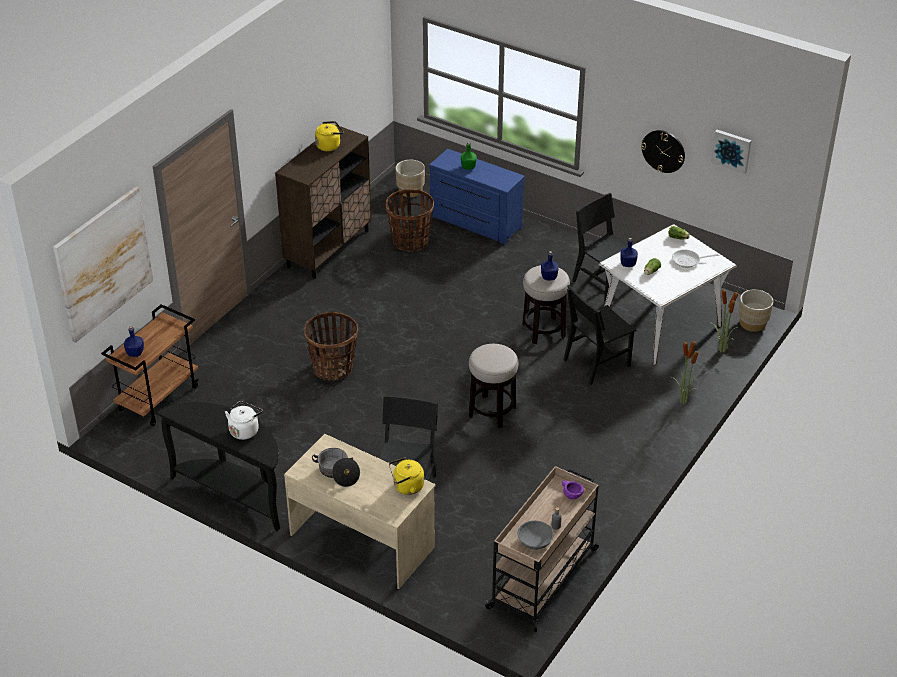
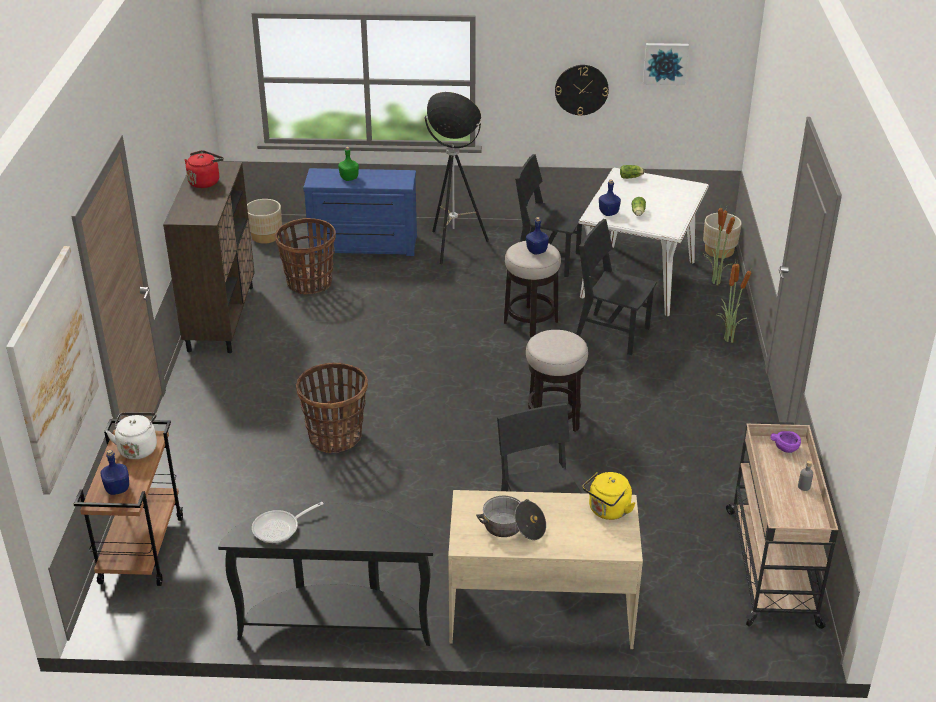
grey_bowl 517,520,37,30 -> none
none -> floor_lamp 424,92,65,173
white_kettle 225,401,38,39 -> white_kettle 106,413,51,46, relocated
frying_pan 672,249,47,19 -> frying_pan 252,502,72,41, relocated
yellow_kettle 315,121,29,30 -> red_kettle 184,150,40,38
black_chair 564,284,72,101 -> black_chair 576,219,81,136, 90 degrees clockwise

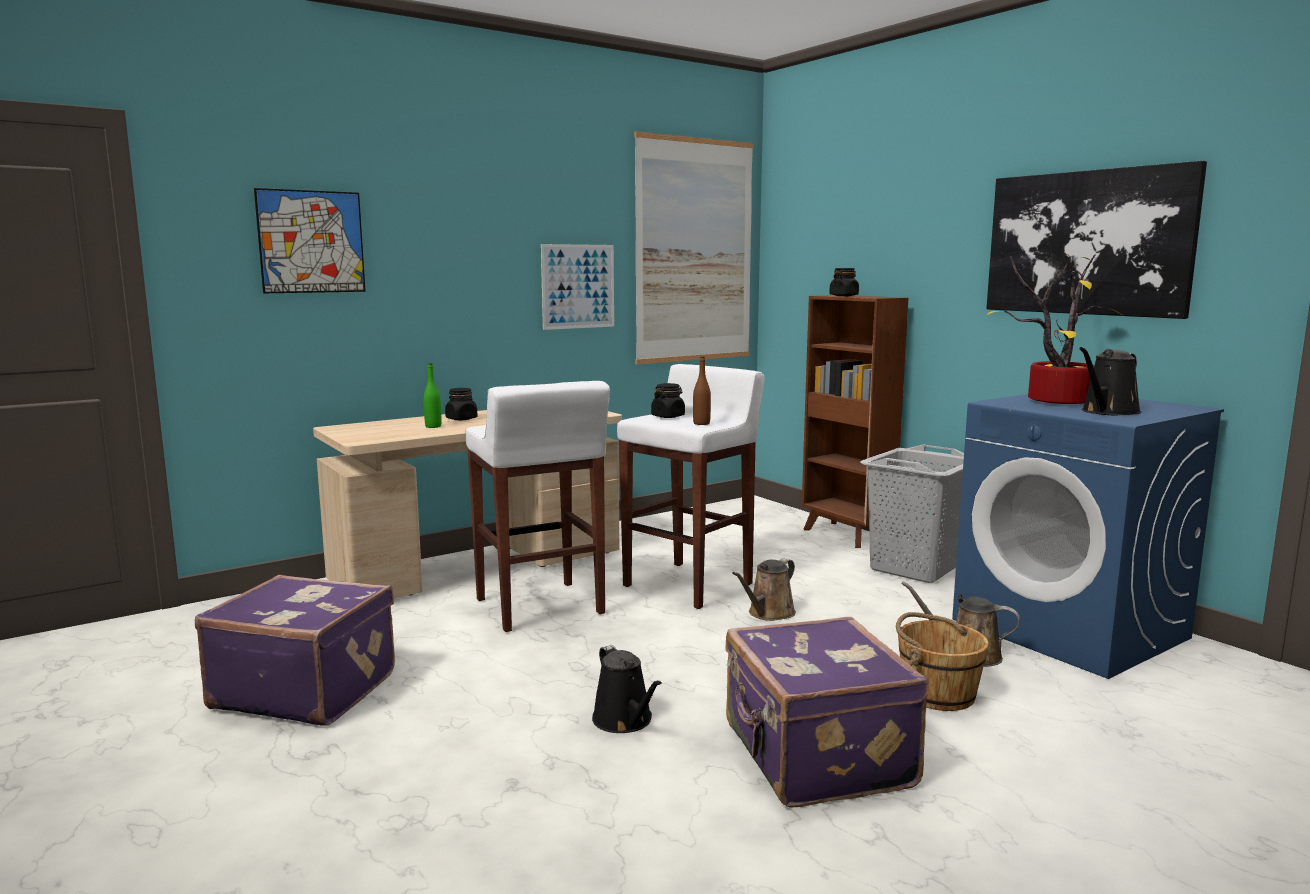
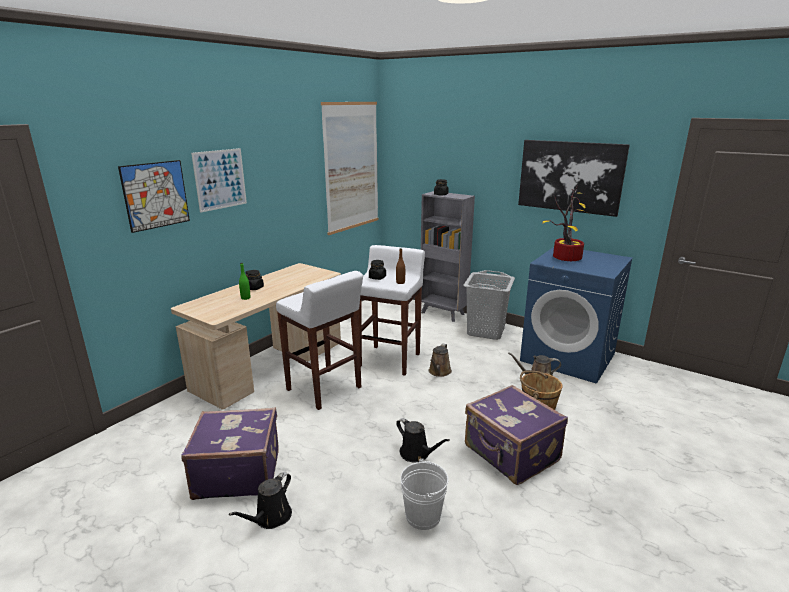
none -> white_bucket 401,459,47,71
picture 541,244,73,86 -> picture 191,148,56,65, relocated
black_watering_can 1079,347,62,68 -> black_watering_can 229,472,63,57, relocated
brown_bookcase 802,295,106,253 -> grey_bookcase 421,191,54,131

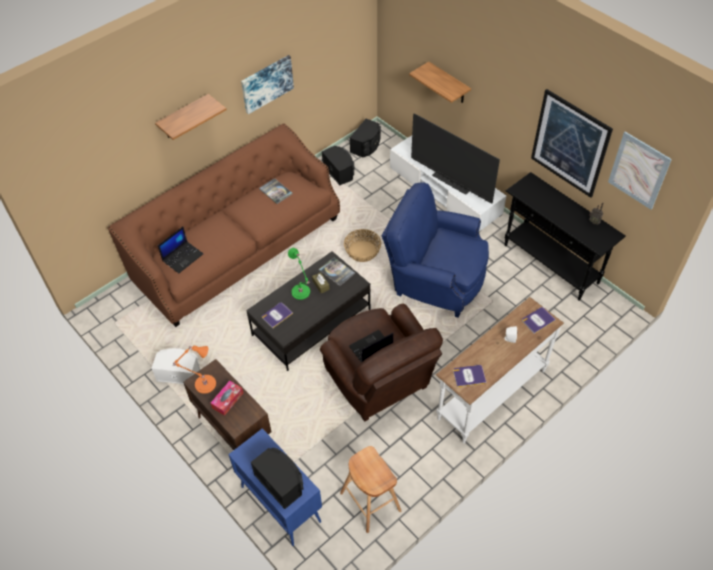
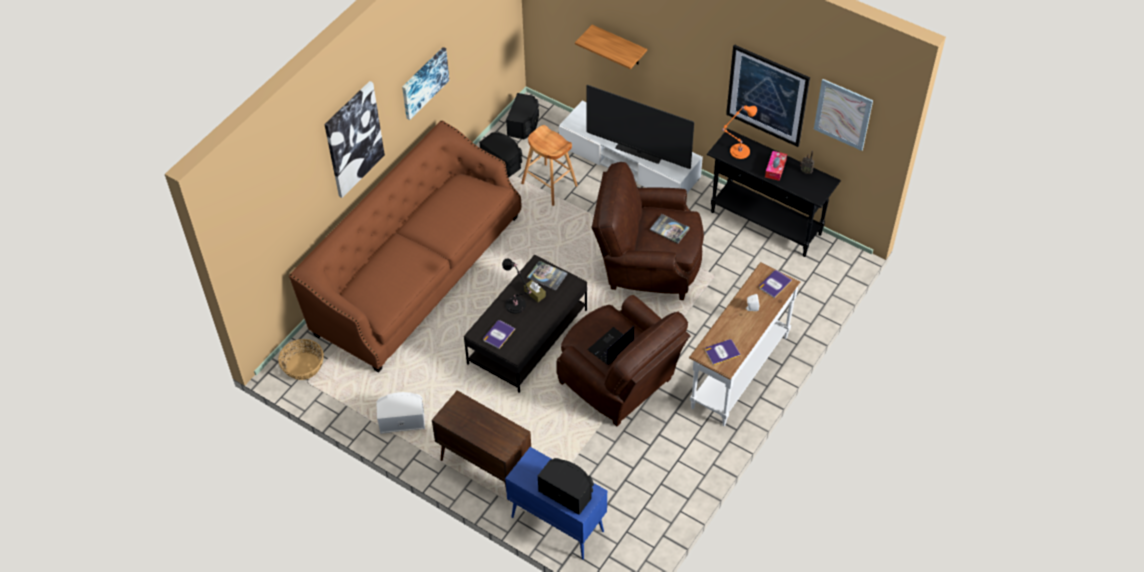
laptop 158,227,45,46 -> none
orange_table_lamp 172,346,44,48 -> orange_table_lamp 722,106,35,53, relocated
tissue_box 211,381,32,35 -> tissue_box 765,151,22,30, relocated
book 259,178,34,26 -> book 650,214,40,30, relocated
brown_stool 340,446,61,87 -> brown_stool 521,125,57,81, relocated
basket 344,229,37,33 -> basket 278,339,46,41, relocated
shelf 155,94,72,46 -> picture 324,81,61,117
green_table_lamp 288,248,22,52 -> black_table_lamp 502,258,30,56
blue_armchair 381,182,108,136 -> brown_armchair 591,162,113,138

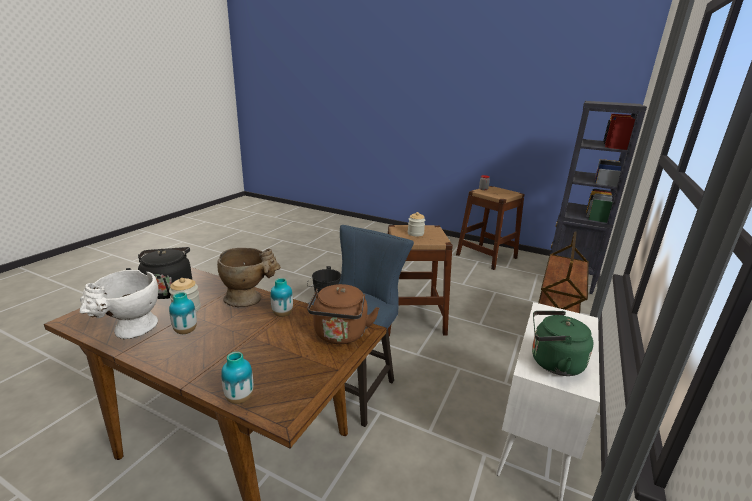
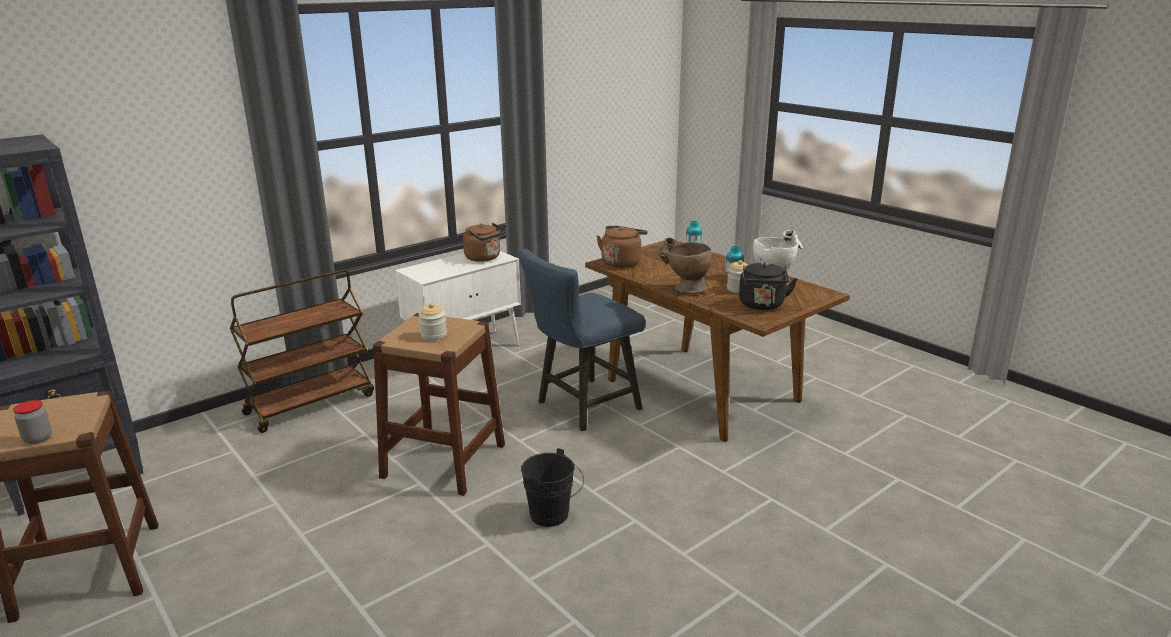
vase 271,278,22,39 -> none
green_kettle 532,311,61,65 -> brown_kettle 463,223,43,39

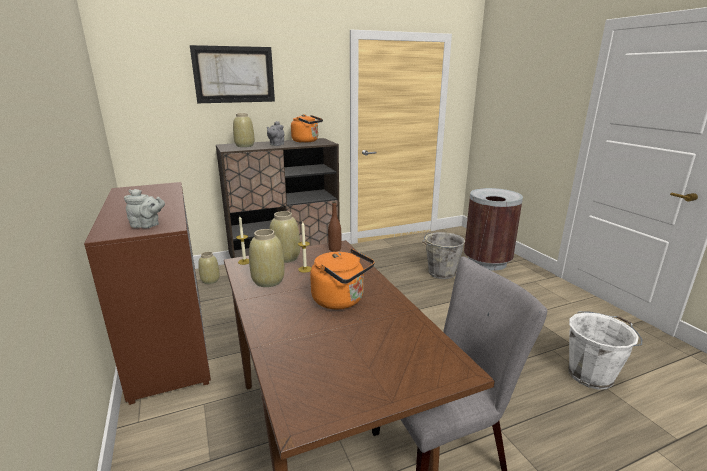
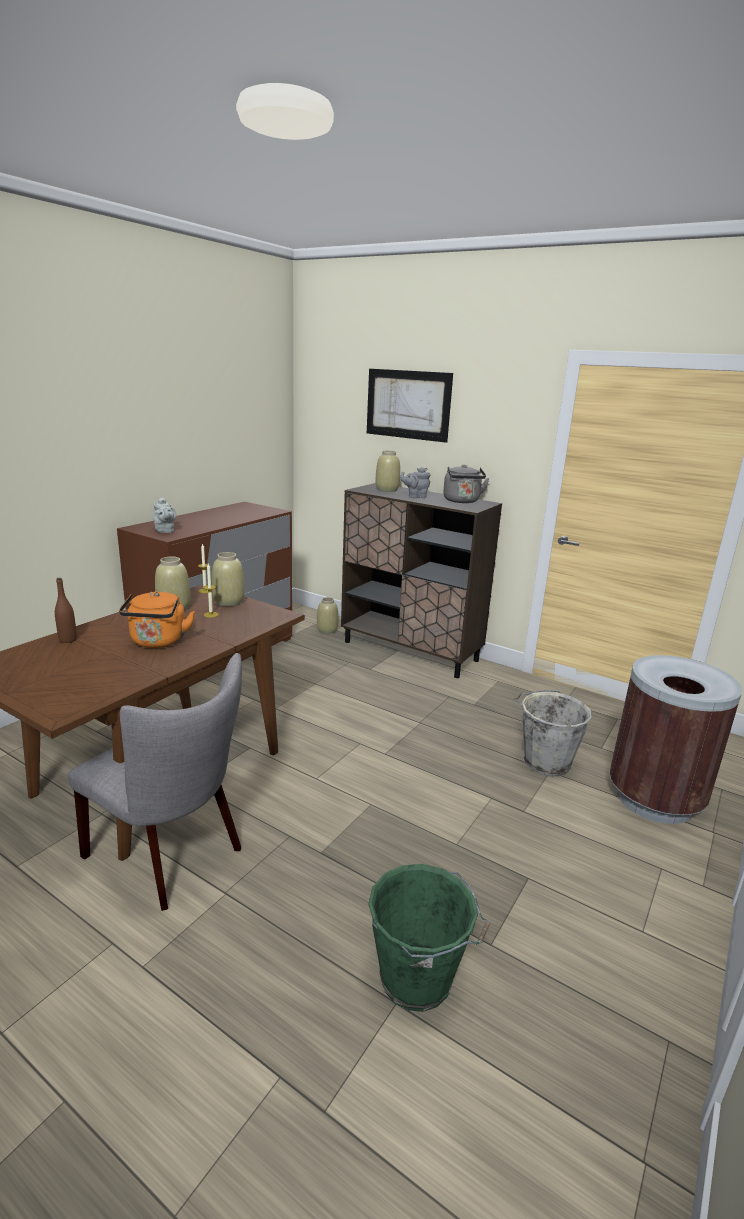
brown_bottle 328,201,13,51 -> brown_bottle 55,578,22,65, relocated
orange_kettle 291,114,32,29 -> grey_kettle 443,464,47,39
white_bucket 569,311,73,79 -> green_bucket 368,864,122,148

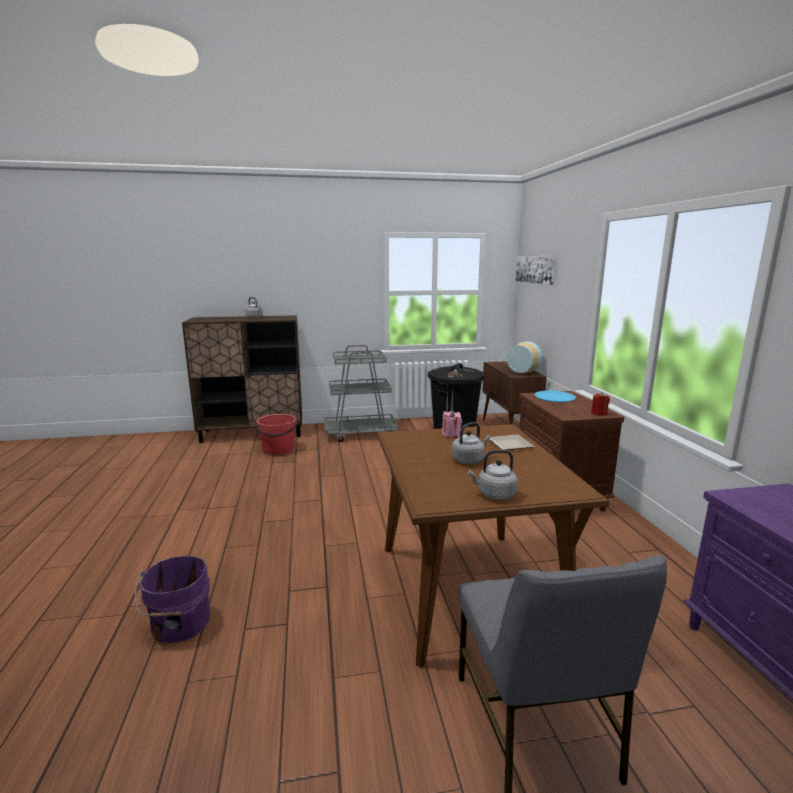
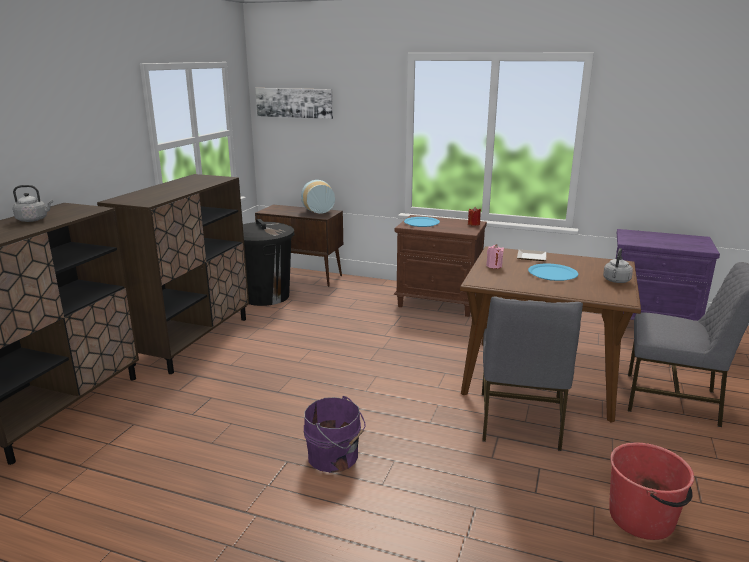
none -> grey_chair 482,296,101,155
purple_bucket 135,556,75,87 -> purple_bucket 304,396,62,77, relocated
red_bucket 255,414,42,41 -> red_bucket 609,443,85,97, relocated
grey_cart 324,345,74,97 -> brown_cabinet 97,174,152,200
grey_kettle 451,422,39,42 -> blue_plate 528,264,50,17

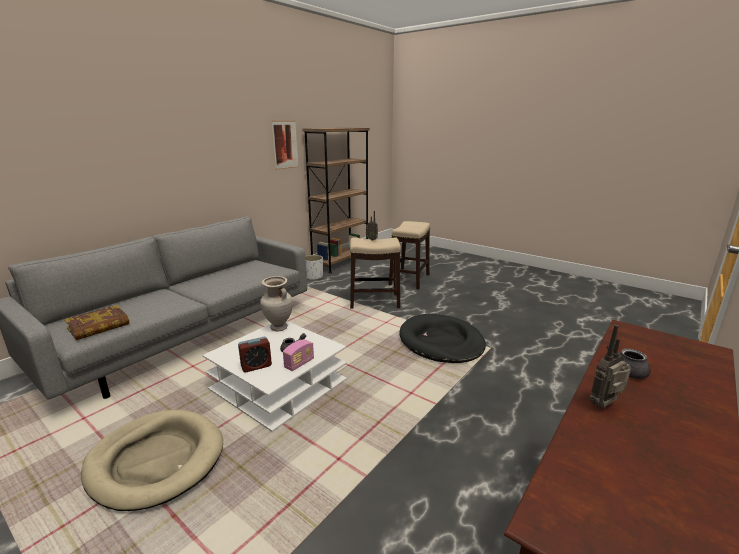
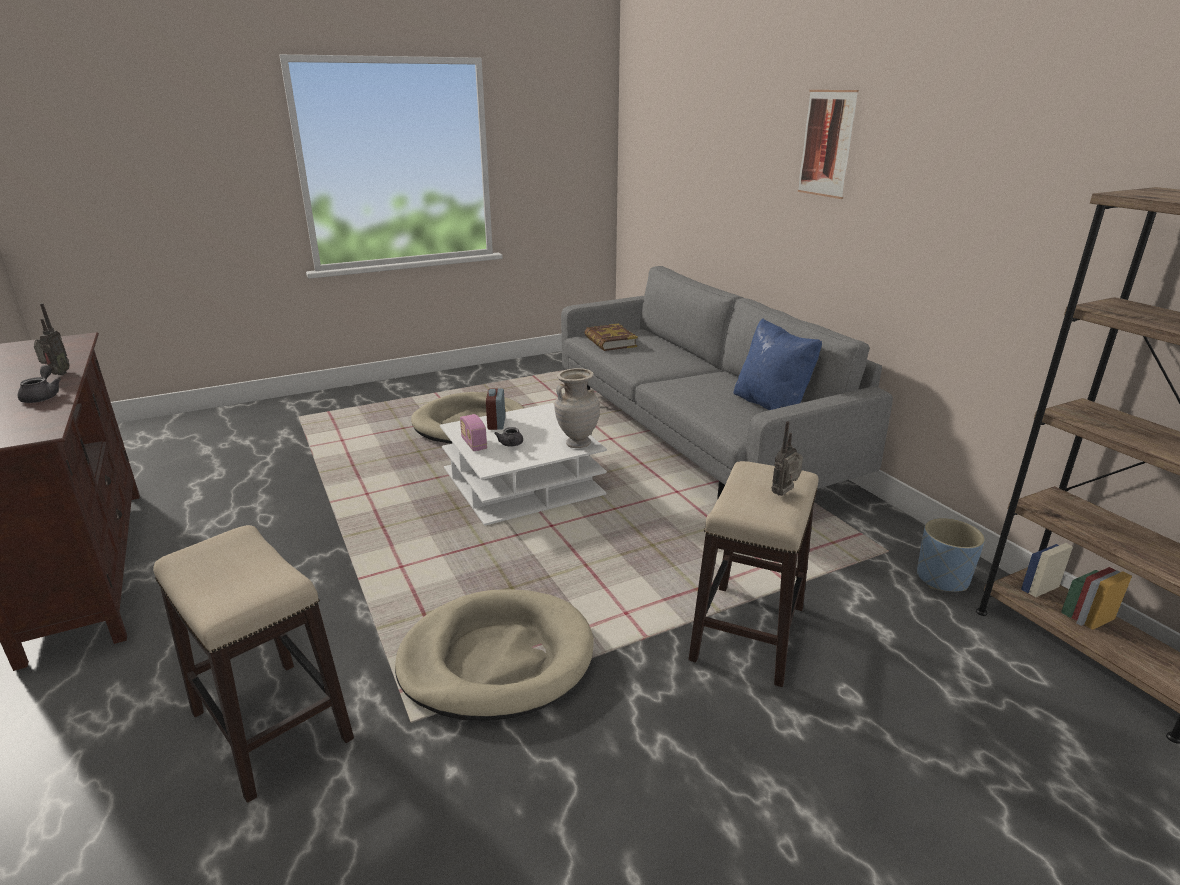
none -> blue_pillow 733,318,89,92
picture 272,121,26,49 -> picture 798,90,61,109, relocated
stool 389,221,41,69 -> stool 153,525,201,278, relocated
white_planter 305,255,18,25 -> blue_planter 917,518,68,74
black_dog_bed 400,314,86,49 -> beige_dog_bed 395,589,199,132

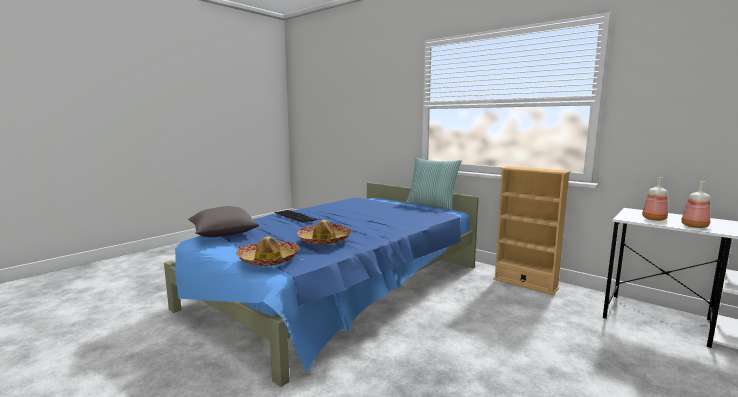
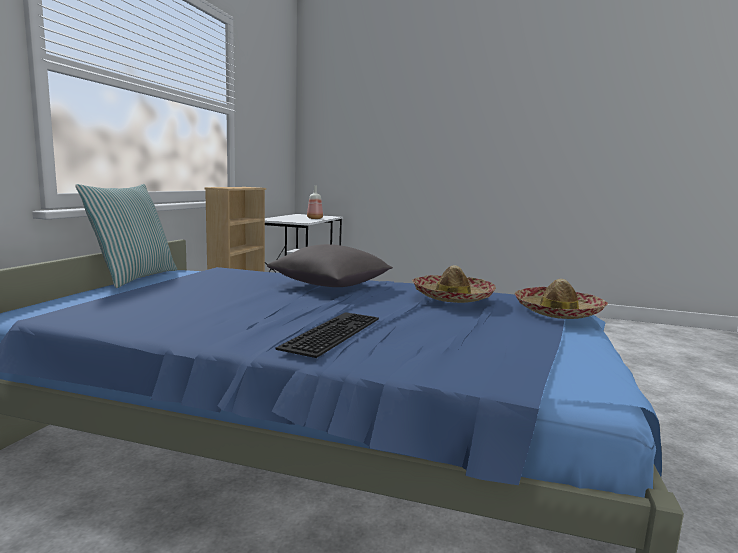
bottle 642,177,26,44 -> none
grey_pillow 188,206,71,31 -> grey_pillow 267,244,126,43, relocated

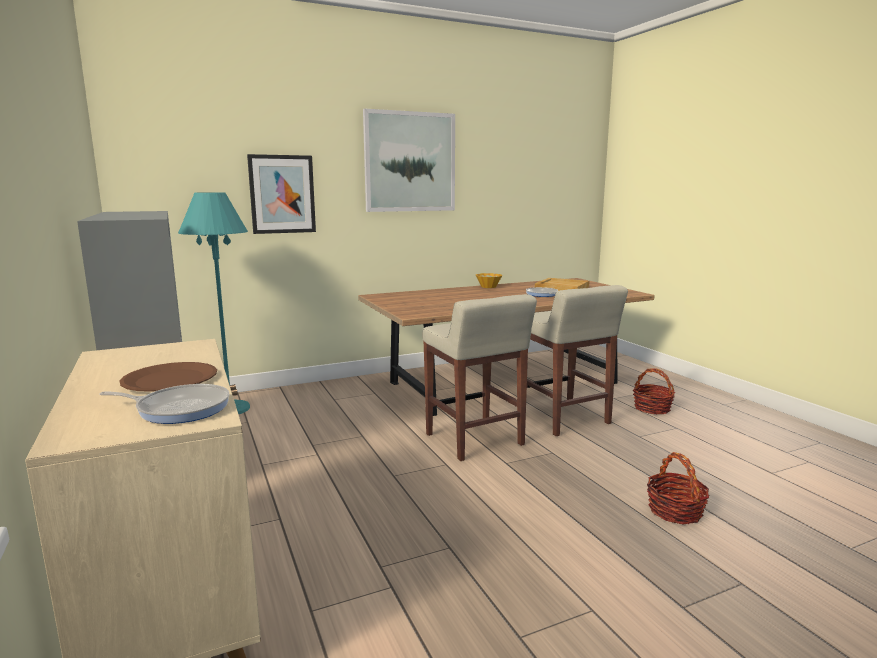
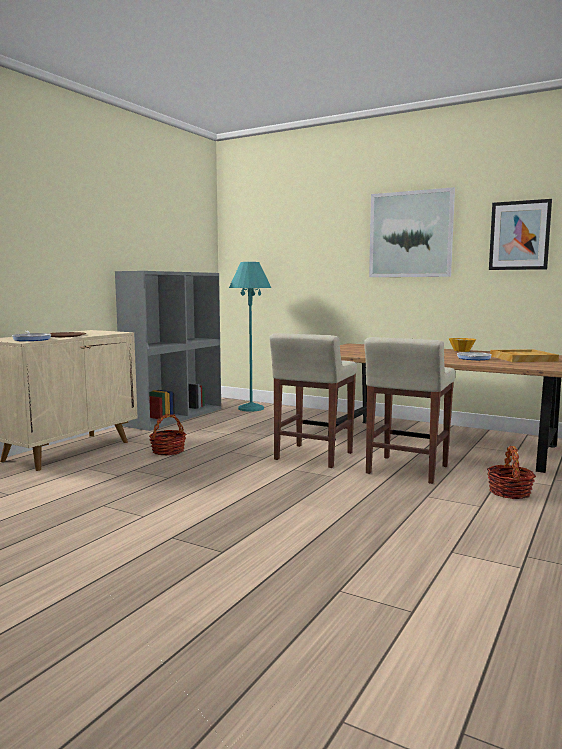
picture 247,154,69,80 -> picture 489,199,63,71, relocated
basket 647,452,62,72 -> basket 149,414,37,41, relocated

